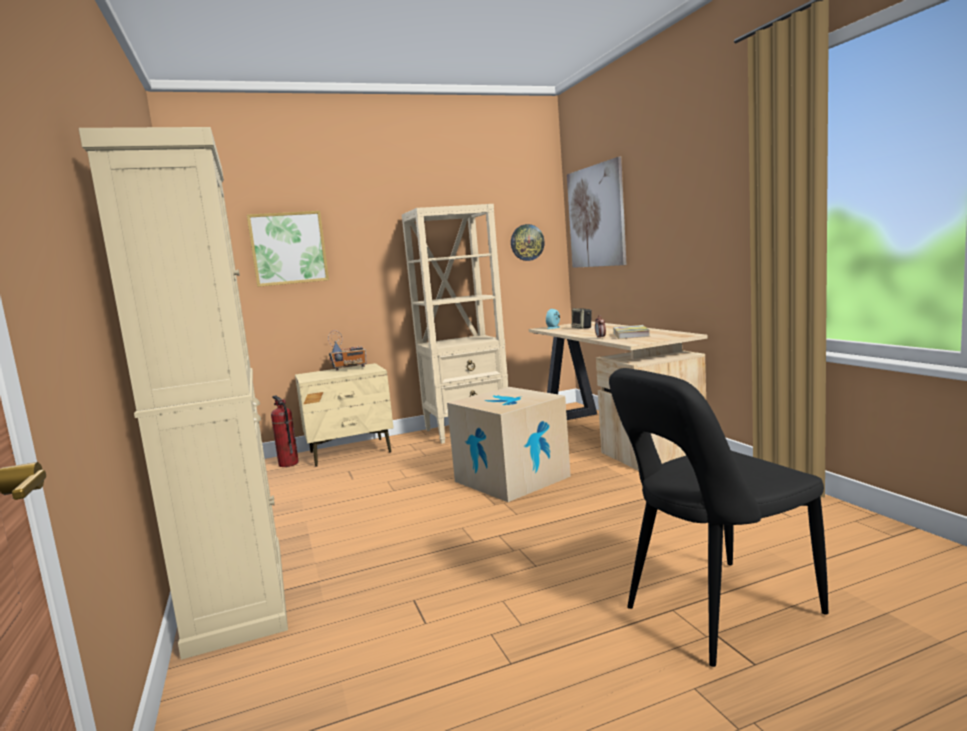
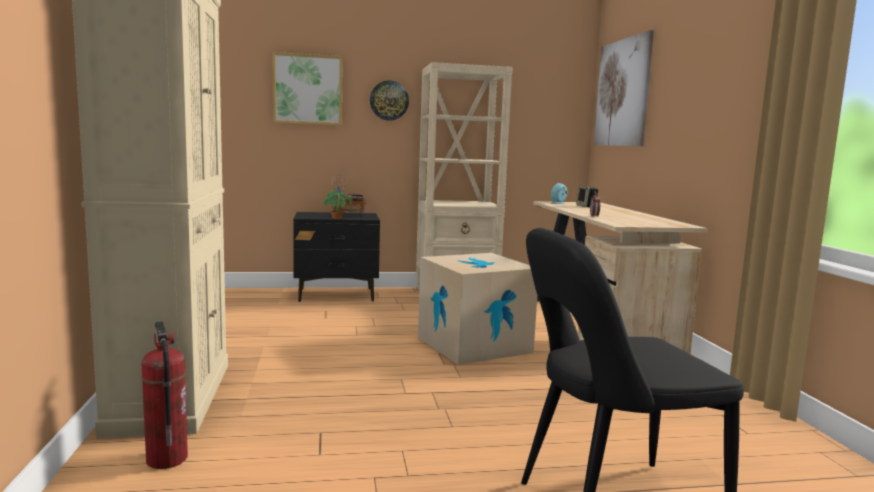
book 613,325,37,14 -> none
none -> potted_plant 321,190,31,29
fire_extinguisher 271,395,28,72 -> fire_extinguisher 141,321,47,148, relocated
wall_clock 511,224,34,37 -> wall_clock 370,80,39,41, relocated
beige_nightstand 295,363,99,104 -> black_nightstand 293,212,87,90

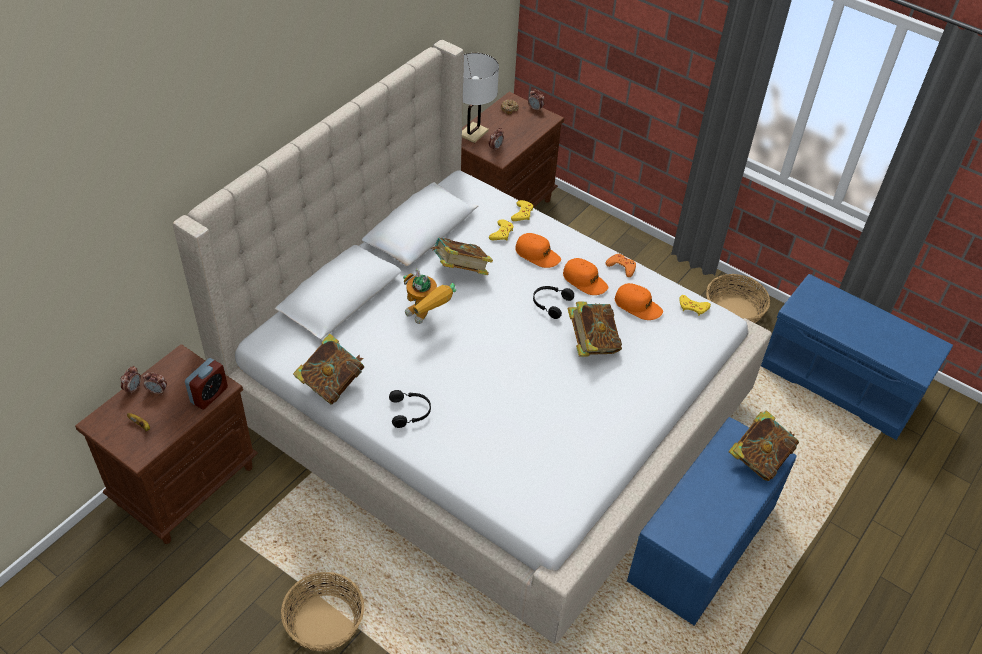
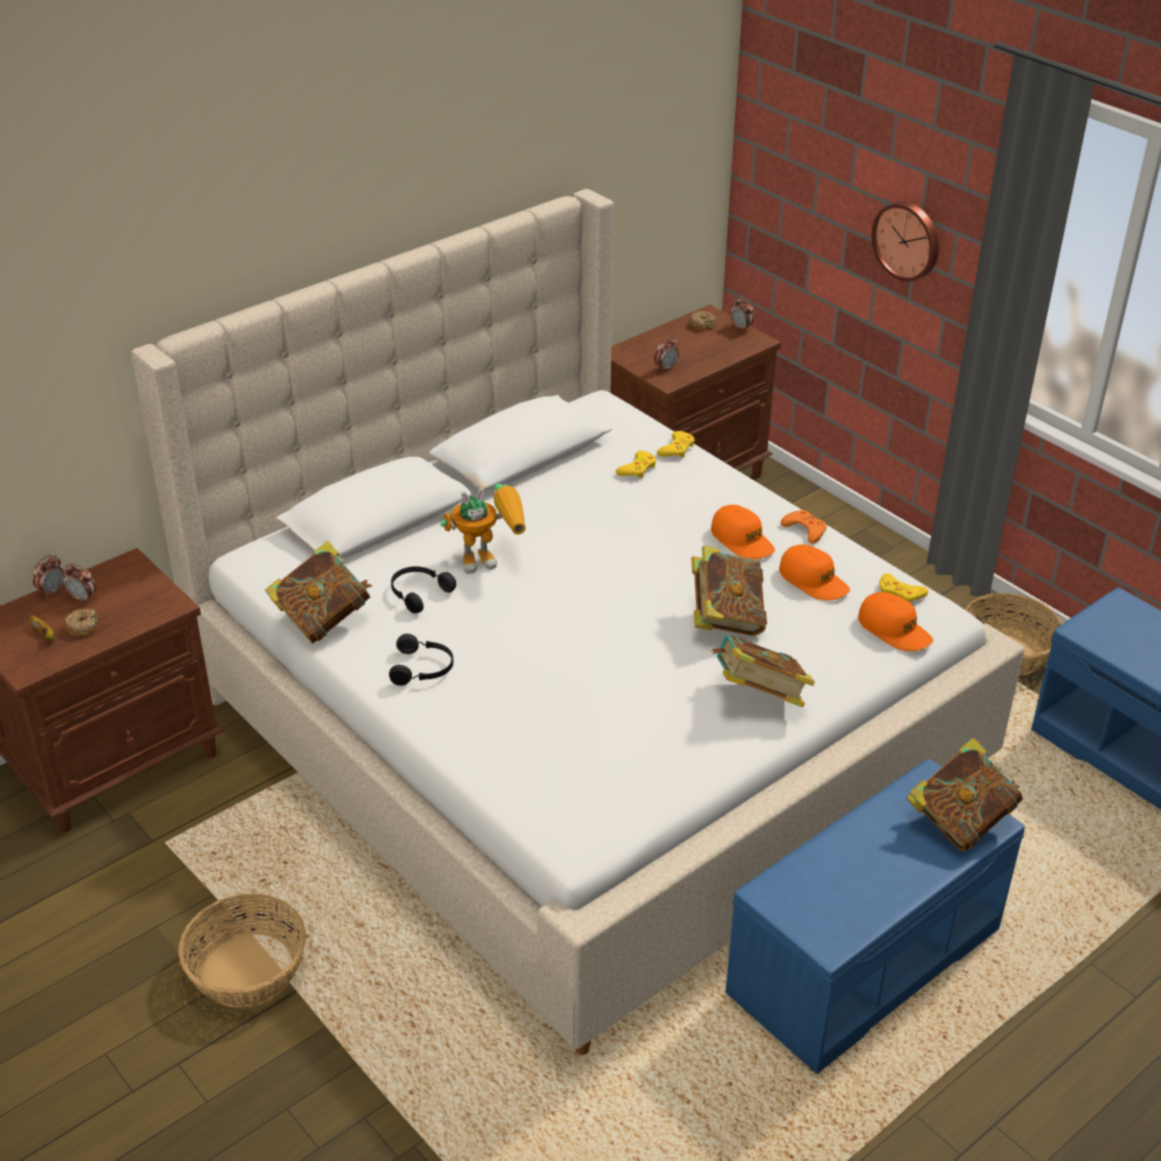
alarm_clock 185,358,43,52 -> none
white_table_lamp 462,53,37,90 -> none
none -> donut 64,609,34,27
none -> wall_clock 871,202,68,79
book 431,238,62,37 -> book 711,634,104,73, relocated
orange_cap 515,233,46,35 -> orange_cap 858,592,75,59, relocated
black_headphones 533,286,41,33 -> black_headphones 391,566,65,47, relocated
toy_robot 403,269,53,55 -> toy_robot 440,484,86,90, 75 degrees counterclockwise

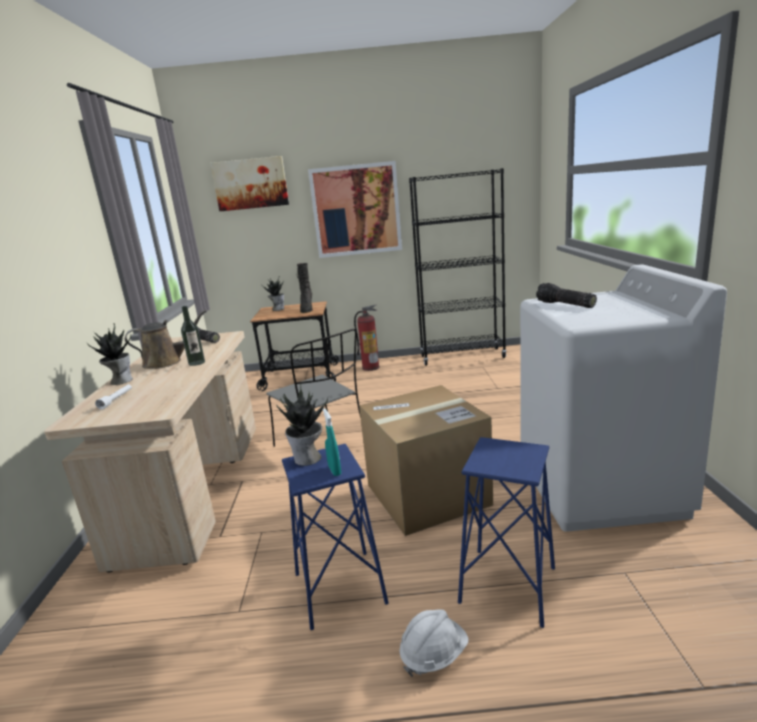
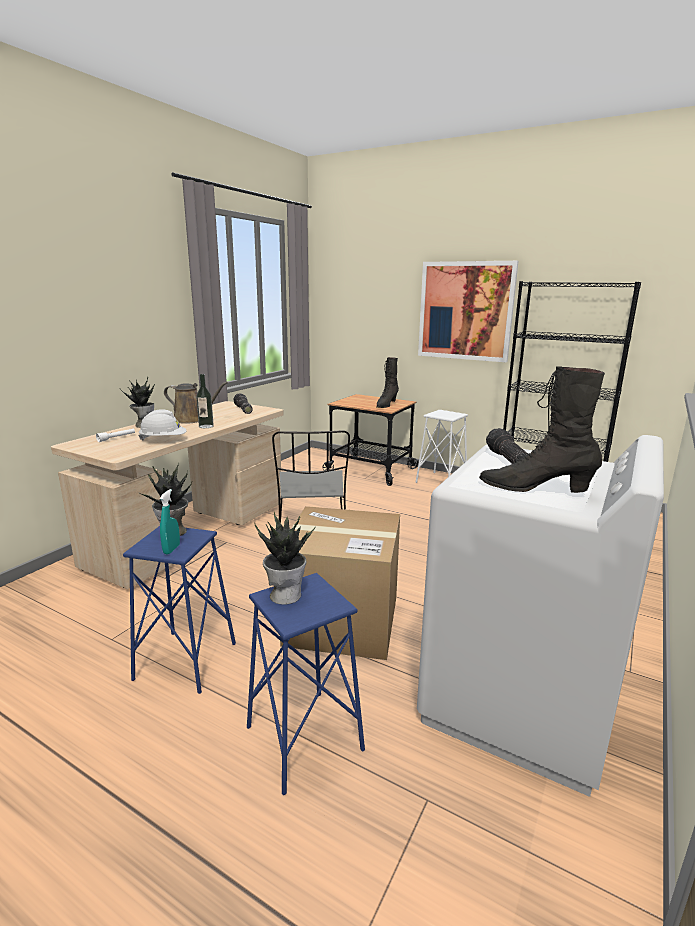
picture 210,156,79,55 -> none
none -> black_boot 479,366,126,127
potted_plant 261,278,23,33 -> potted_plant 254,512,62,93, relocated
white_hard_hat 399,610,69,67 -> white_hard_hat 138,409,49,32, relocated
fire_extinguisher 354,304,26,67 -> white_stool 416,410,52,73

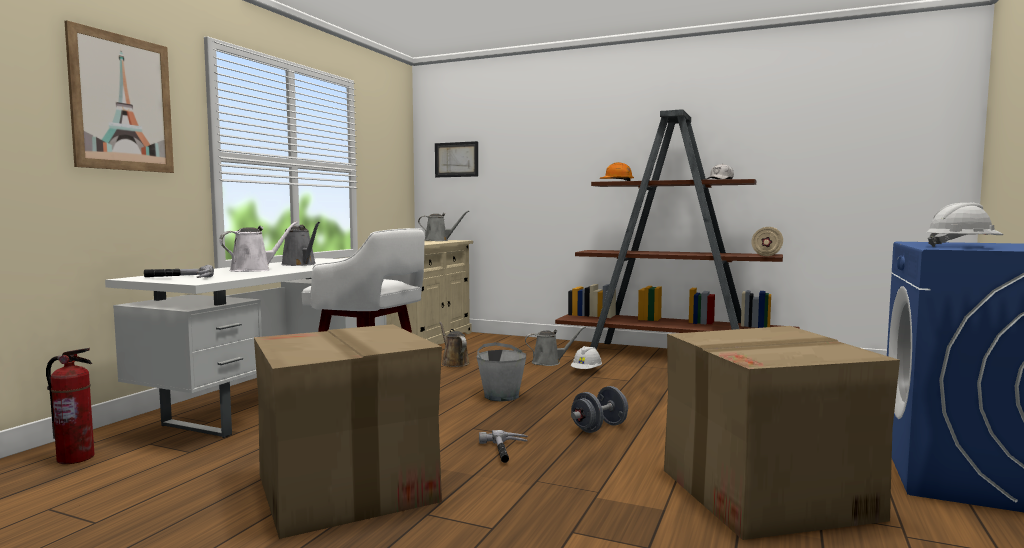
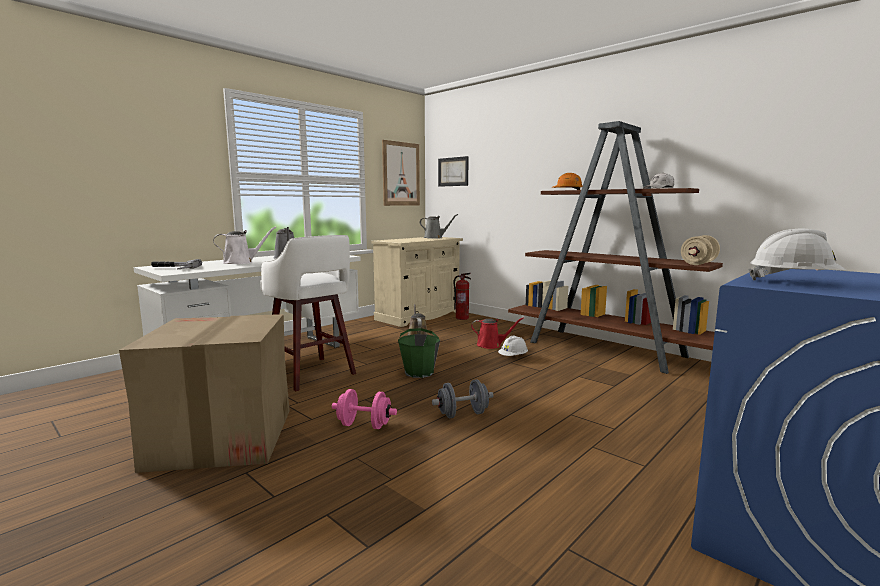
cardboard_box 664,326,236,214 -> none
fire_extinguisher 46,348,48,116 -> fire_extinguisher 453,273,18,47, relocated
picture 64,20,110,153 -> picture 382,140,38,66, relocated
hammer 479,430,49,33 -> pink_dumbbell 332,389,65,40
grey_bucket 477,342,49,60 -> green_bucket 398,328,42,50
grey_watering_can 525,326,61,40 -> red_watering_can 471,318,53,31

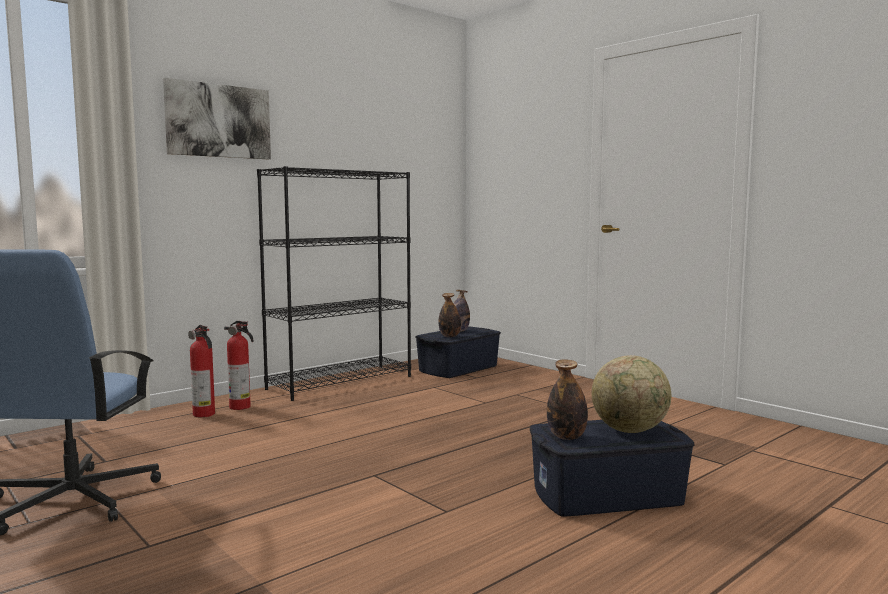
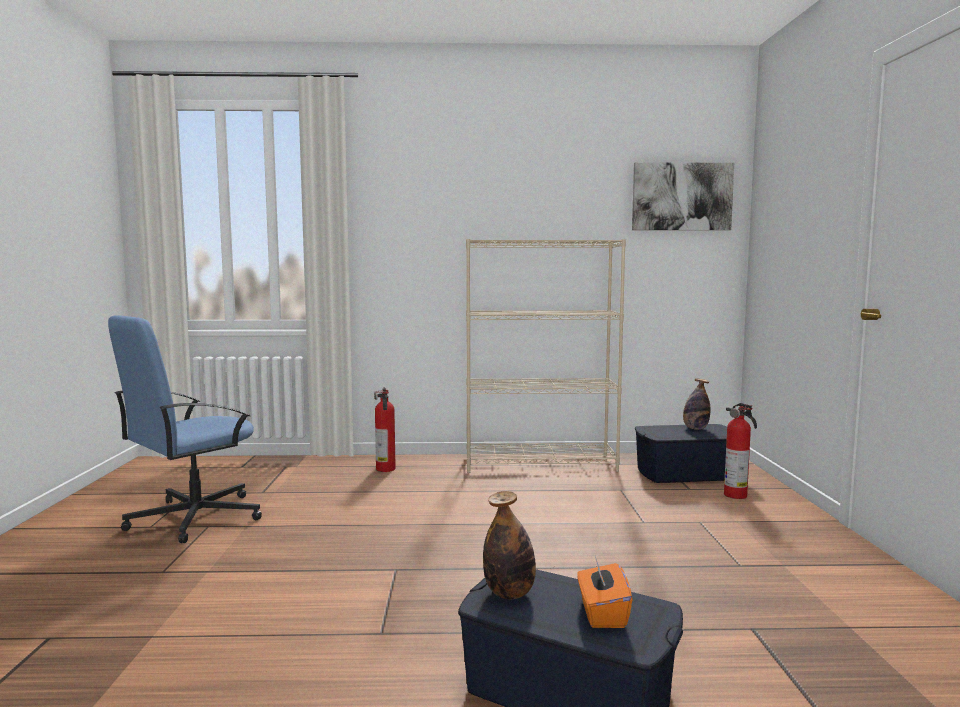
bottle 439,293,22,44 -> none
picture 163,78,108,81 -> picture 632,162,102,68, relocated
fire_extinguisher 224,321,29,89 -> fire_extinguisher 724,403,33,96, relocated
globe 592,355,79,78 -> orange_tissue_box 578,556,54,72
black_bookcase 257,166,154,235 -> beige_bookcase 466,239,160,234

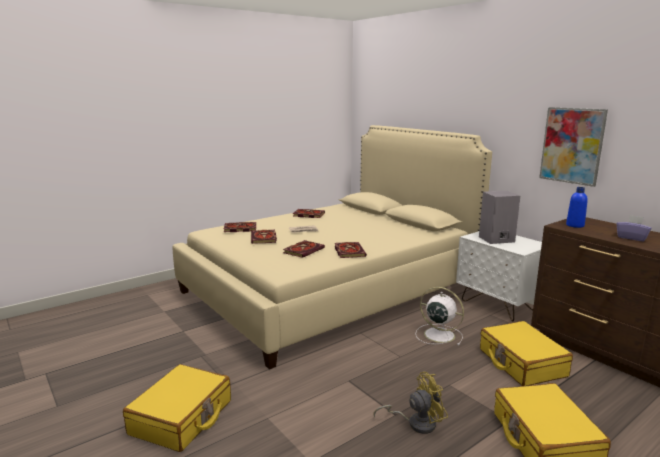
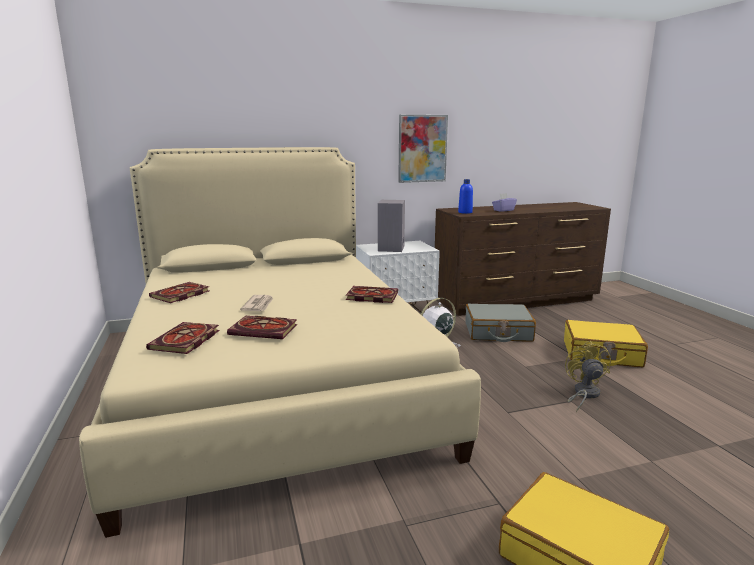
book 283,240,42,18 -> none
yellow_suitcase 480,321,93,65 -> grey_suitcase 466,304,70,38

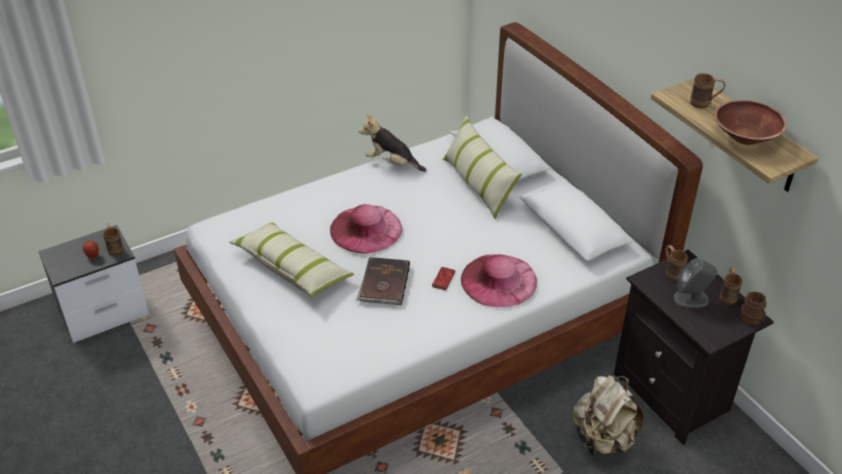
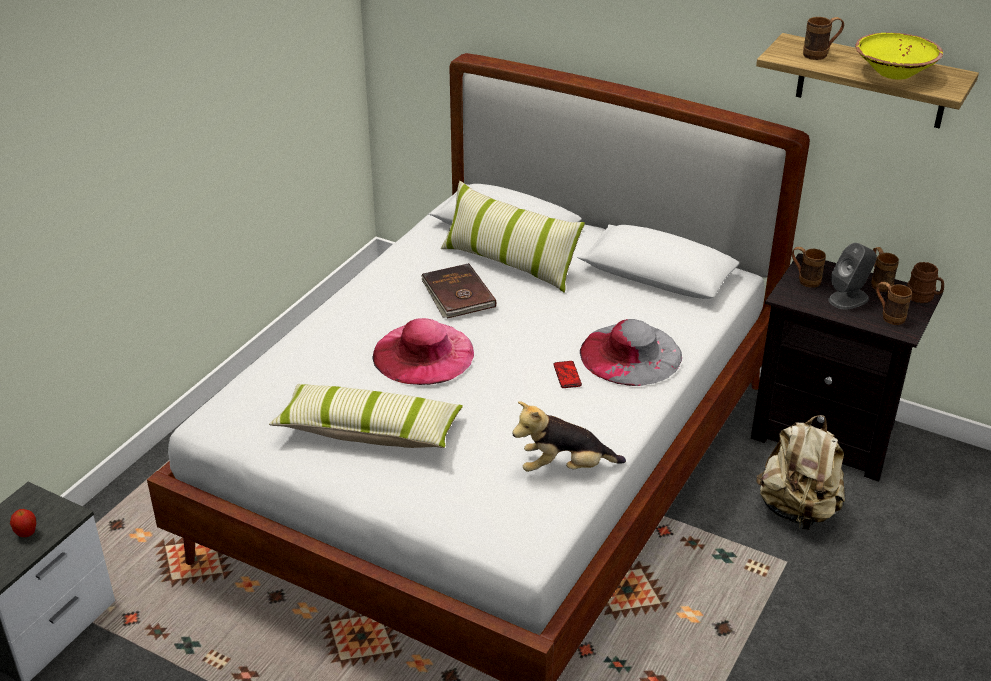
brown_mug 103,223,20,33 -> brown_mug 876,282,36,43, relocated
brown_book 356,257,54,48 -> brown_book 421,263,75,56, relocated
plush_toy 359,114,68,58 -> plush_toy 512,401,114,71, relocated
pink_hat 461,254,76,54 -> grey_hat 580,319,102,67
brown_bowl 714,100,73,45 -> yellow_bowl 855,33,88,46

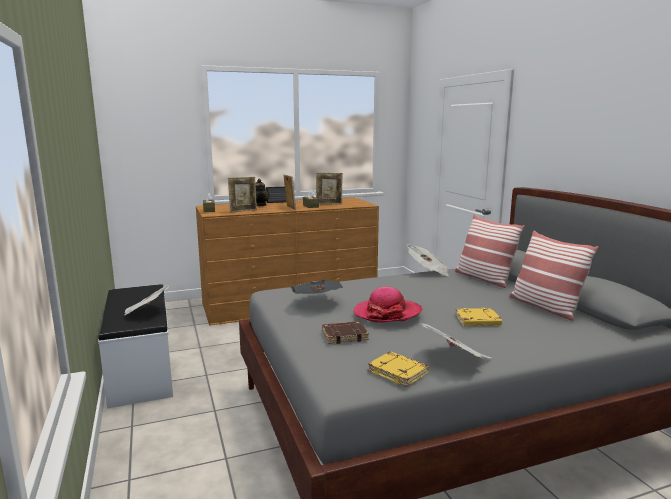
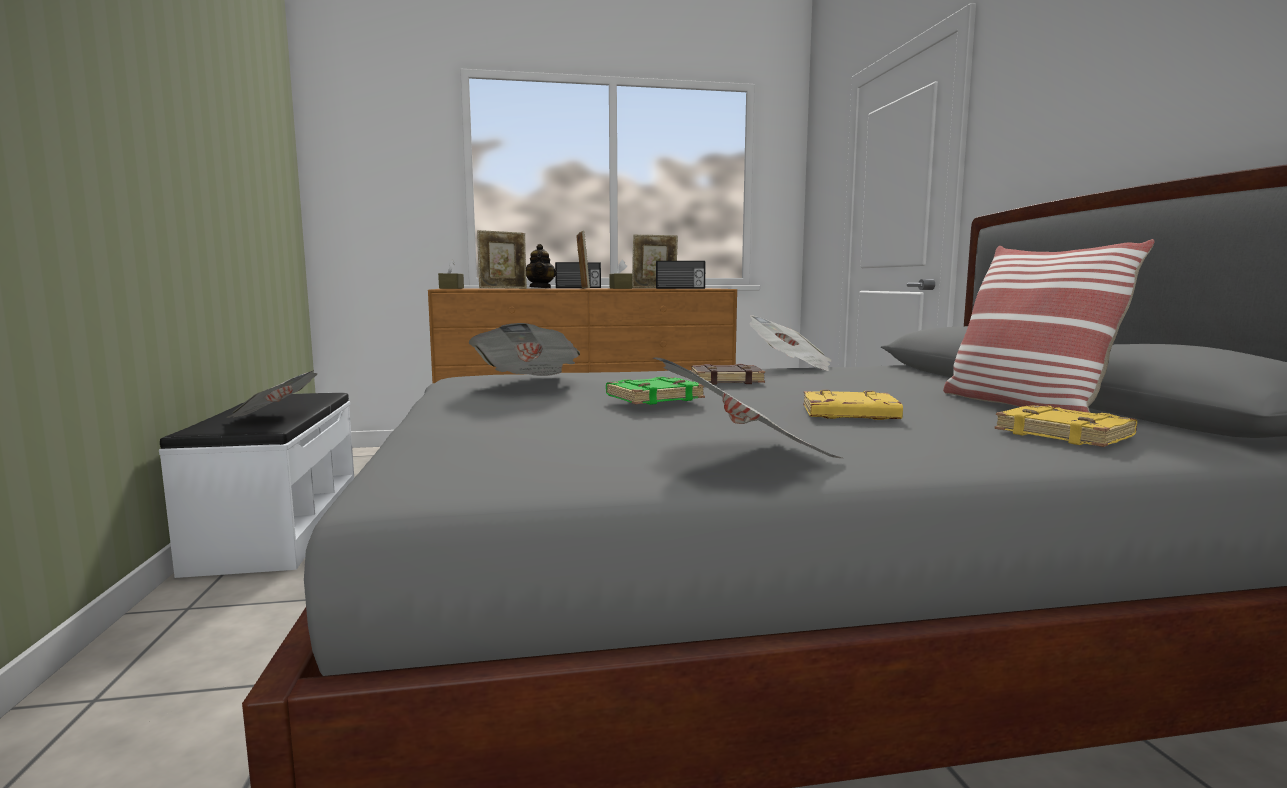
pillow 455,214,70,74 -> none
none -> radio 656,261,50,28
brown_book 322,321,47,23 -> brown_book 692,364,73,20, relocated
yellow_book 368,352,61,35 -> yellow_book 994,405,143,42, relocated
hat 353,287,69,36 -> green_book 606,377,99,28

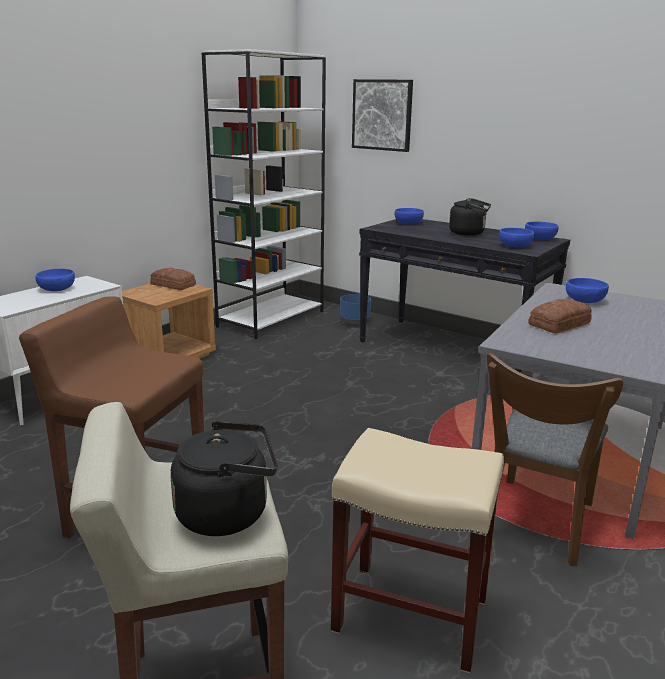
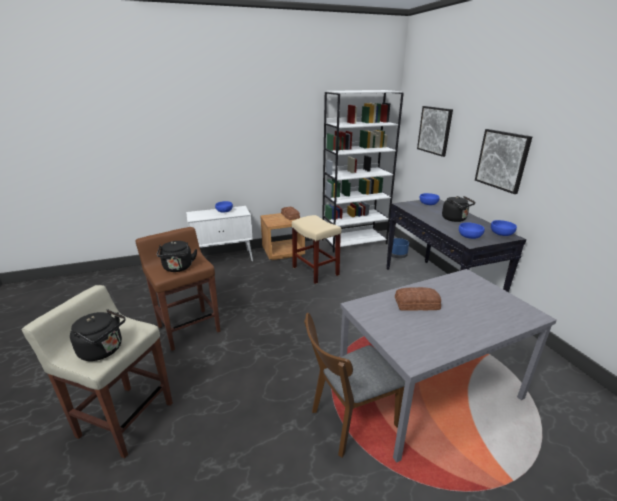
blue_bowl 566,278,43,25 -> none
none -> black_kettle 157,241,40,31
none -> picture 475,129,57,65
beige_stool 331,428,173,245 -> beige_stool 292,215,49,69, relocated

